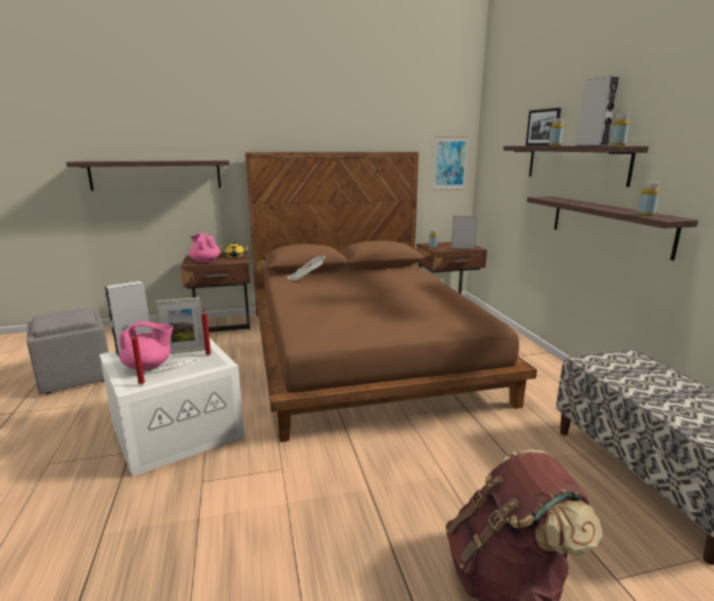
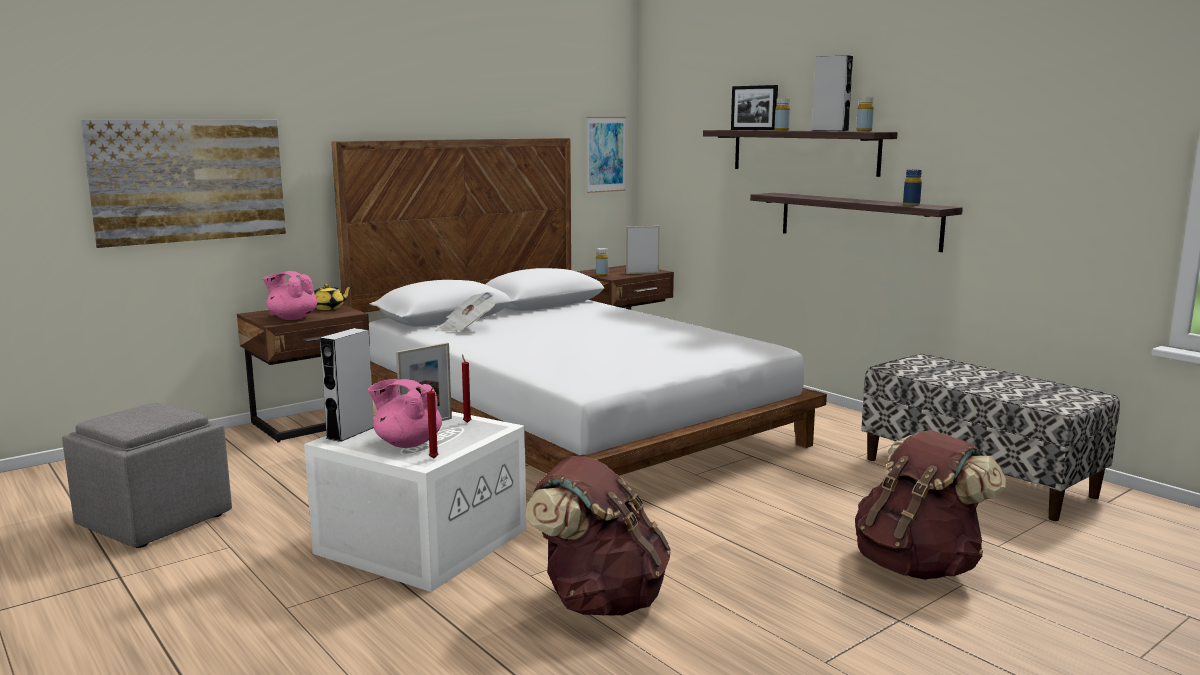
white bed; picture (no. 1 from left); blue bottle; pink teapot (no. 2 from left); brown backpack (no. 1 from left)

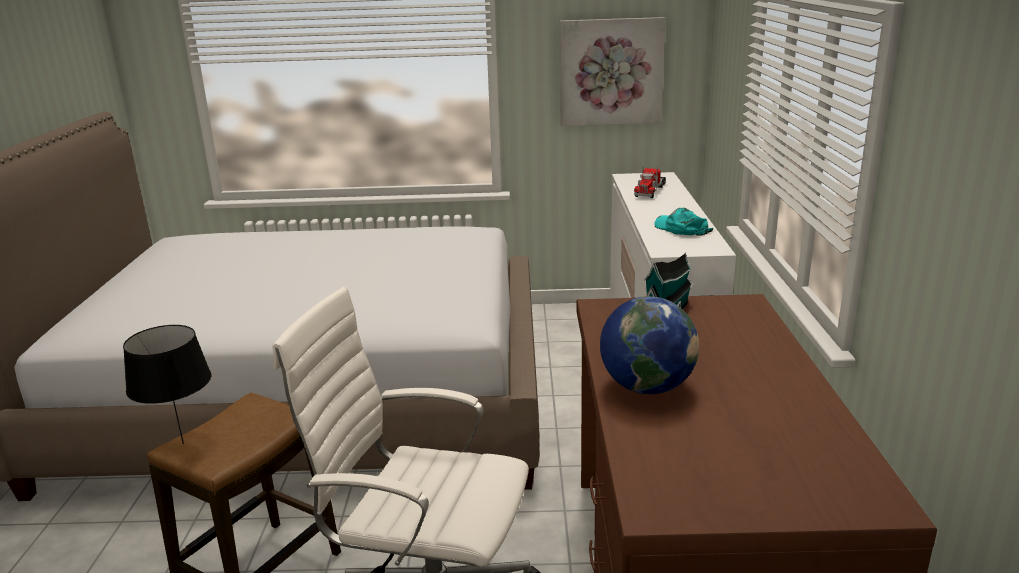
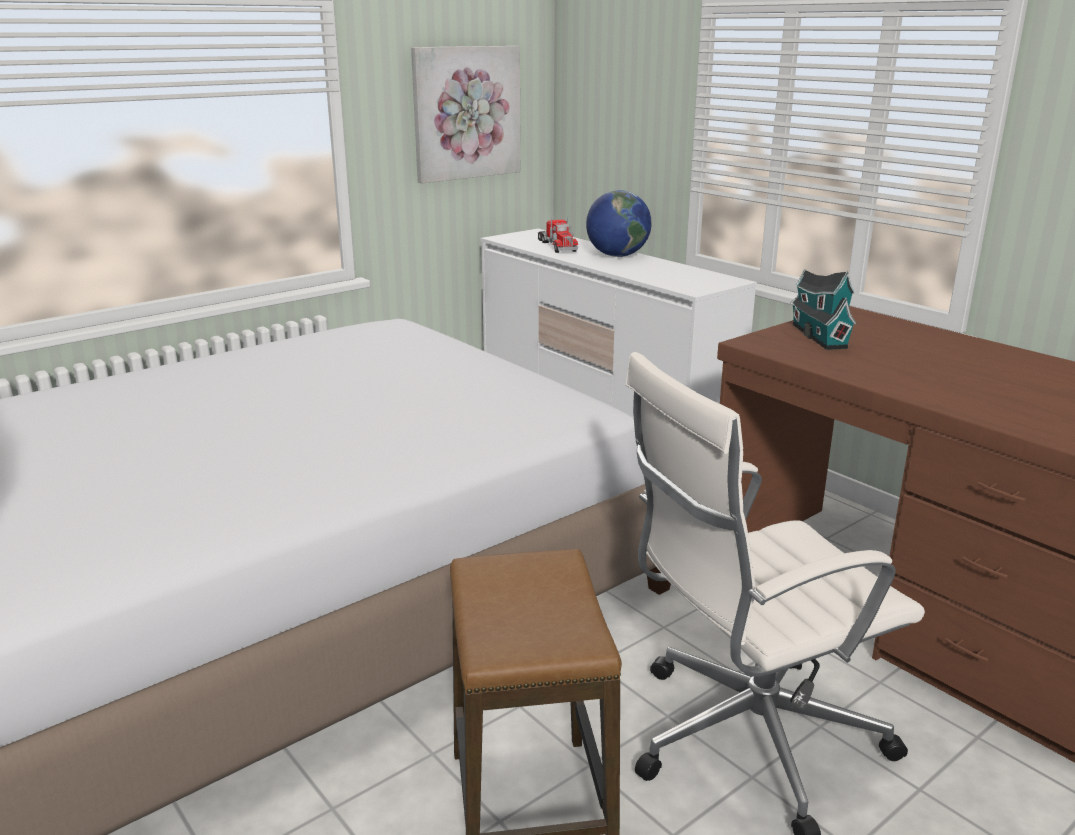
turquoise cap; globe; black table lamp

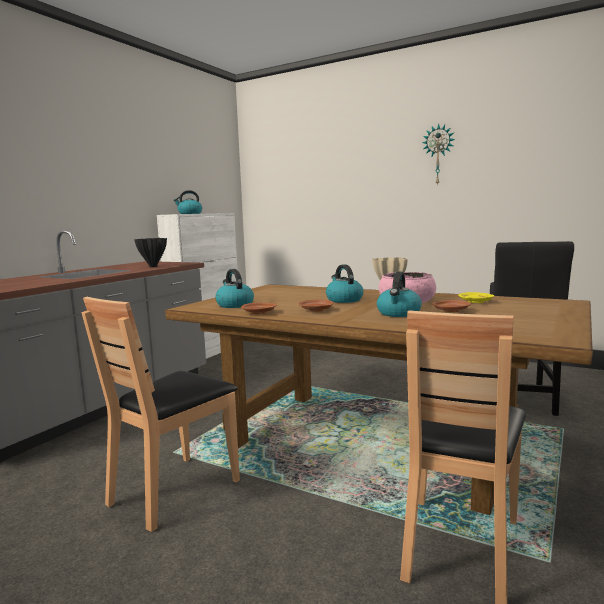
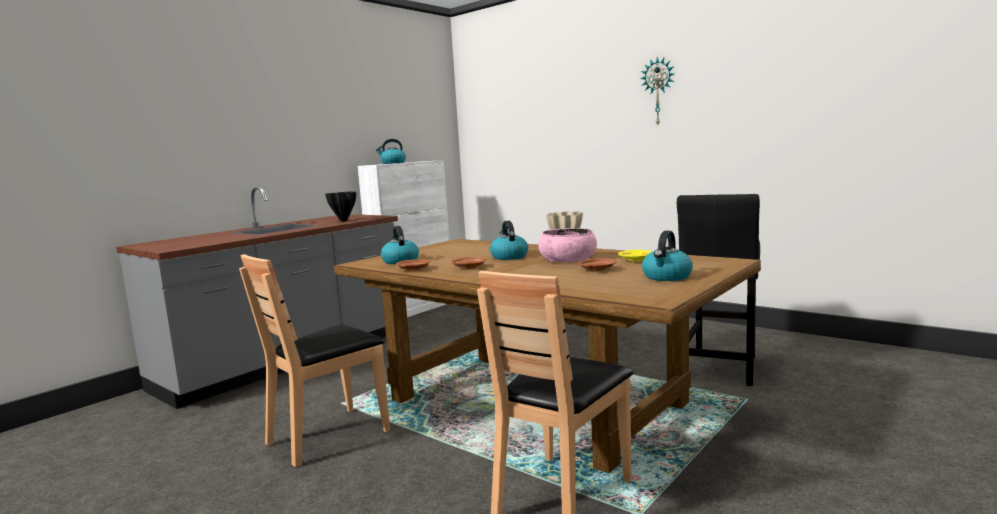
kettle (no. 4 from left)

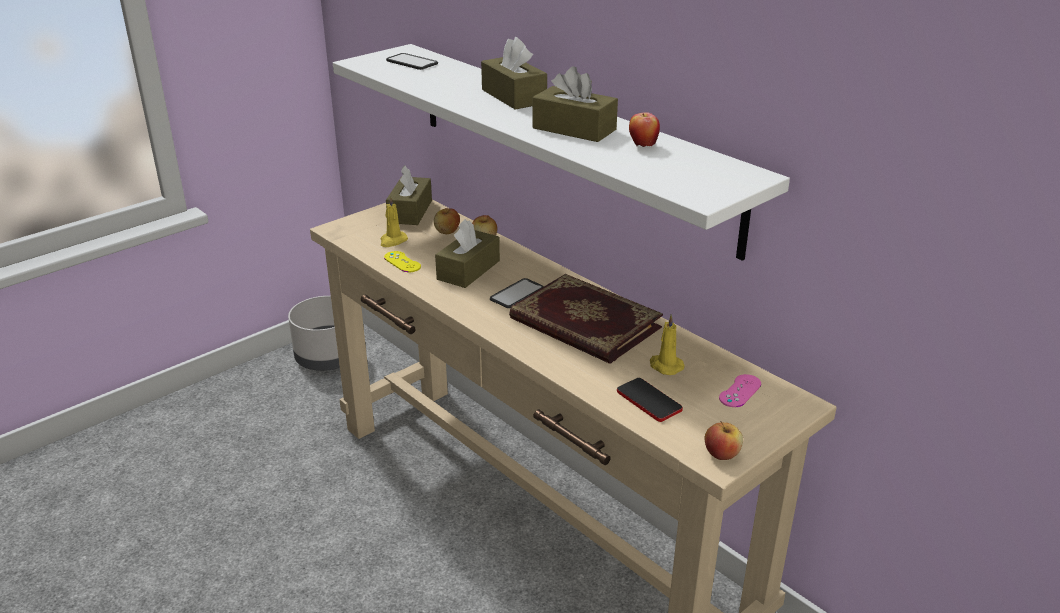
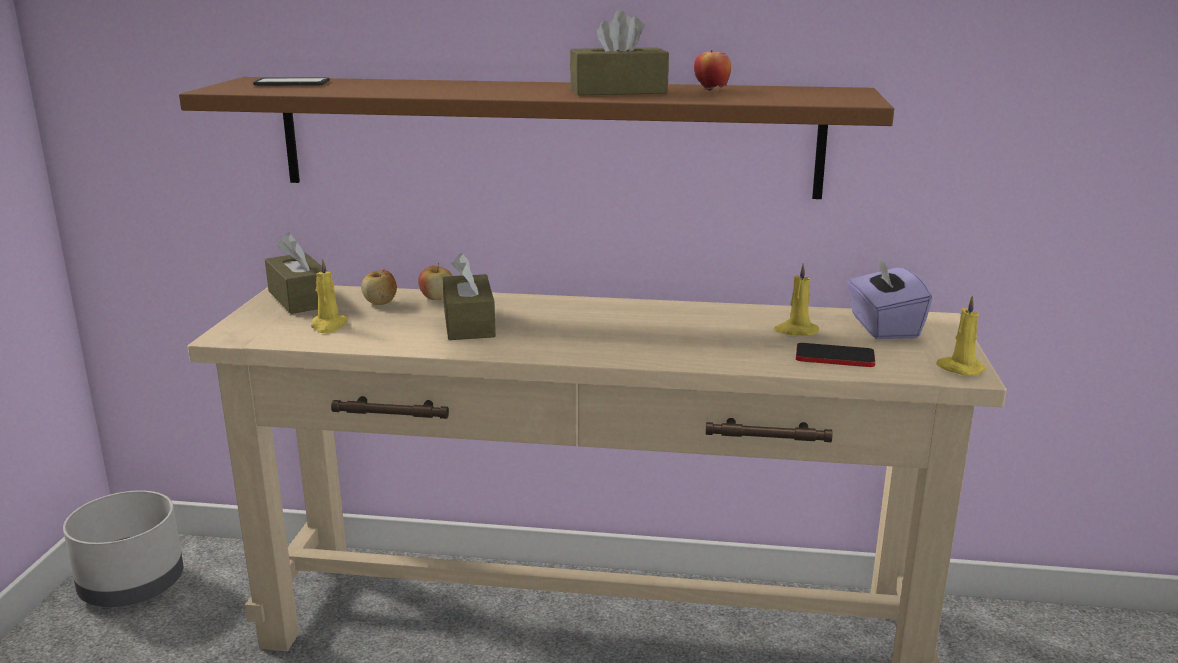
brown tissue box (no. 3 from left in the first image); brown shelf; yellow game controller; book; phone (no. 2 from left in the first image); purple tissue box; yellow candle (no. 3 from left)

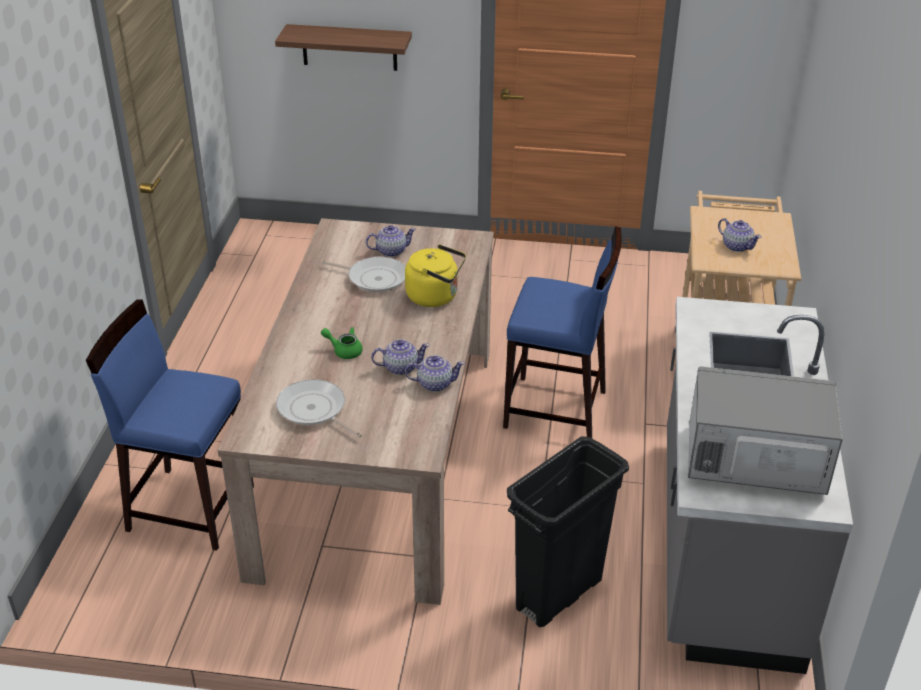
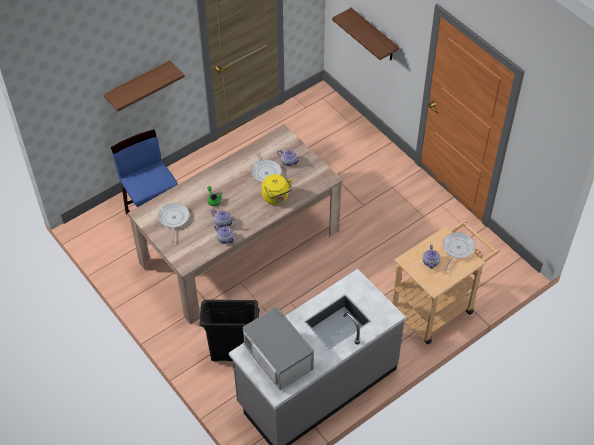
blue stool (no. 2 from left in the first image); shelf (no. 1 from left); frying pan (no. 3 from left)

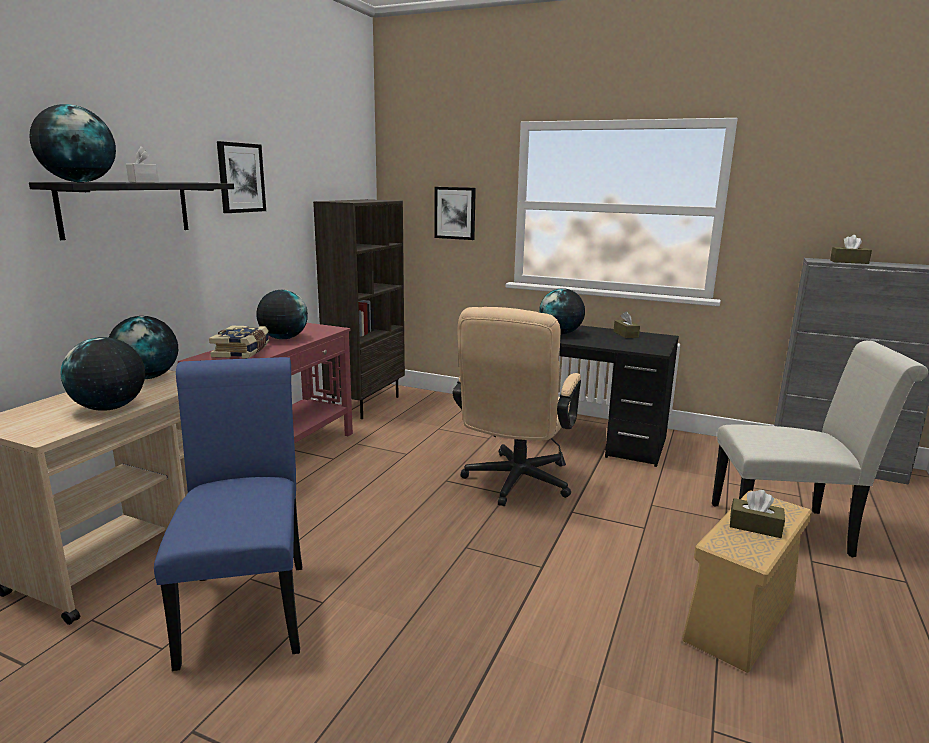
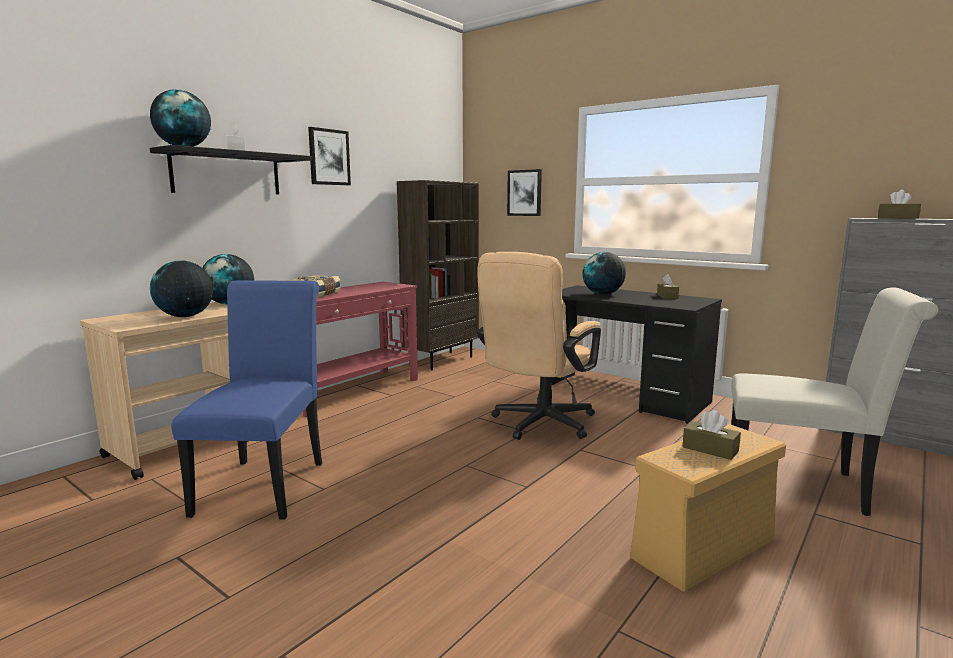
globe (no. 4 from left in the first image)

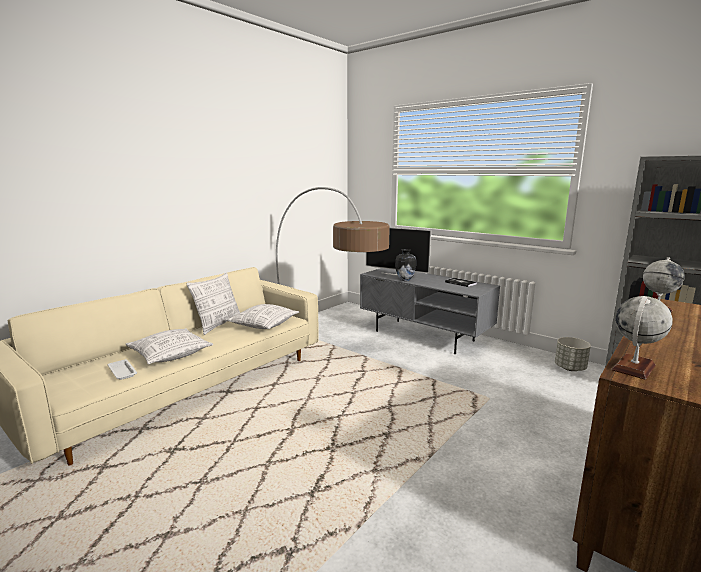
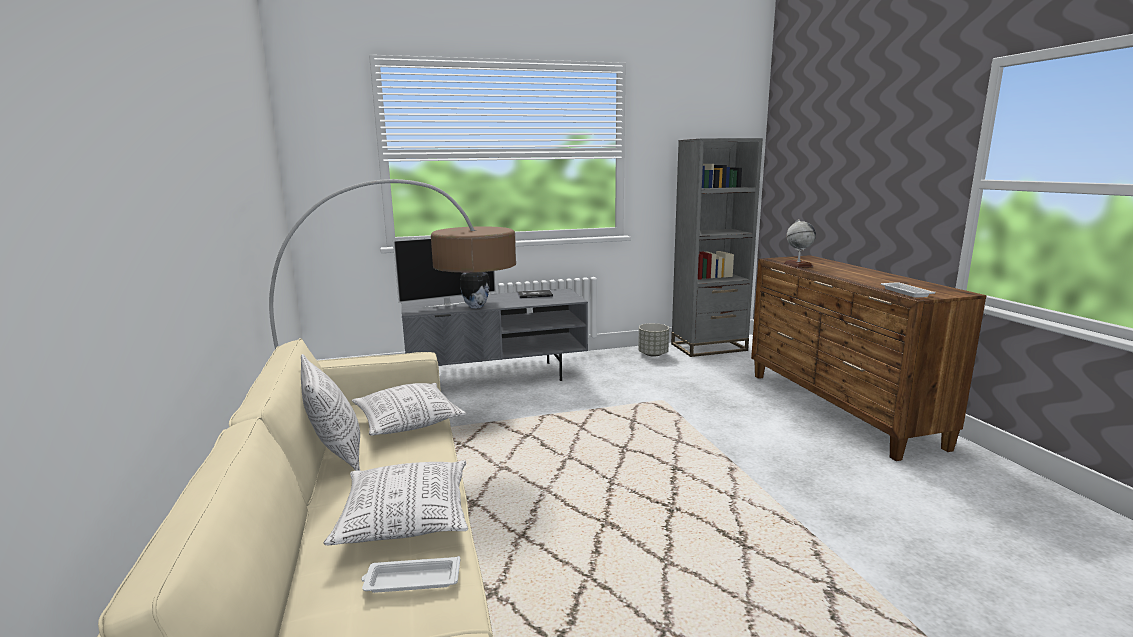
white tray (no. 2 from left)

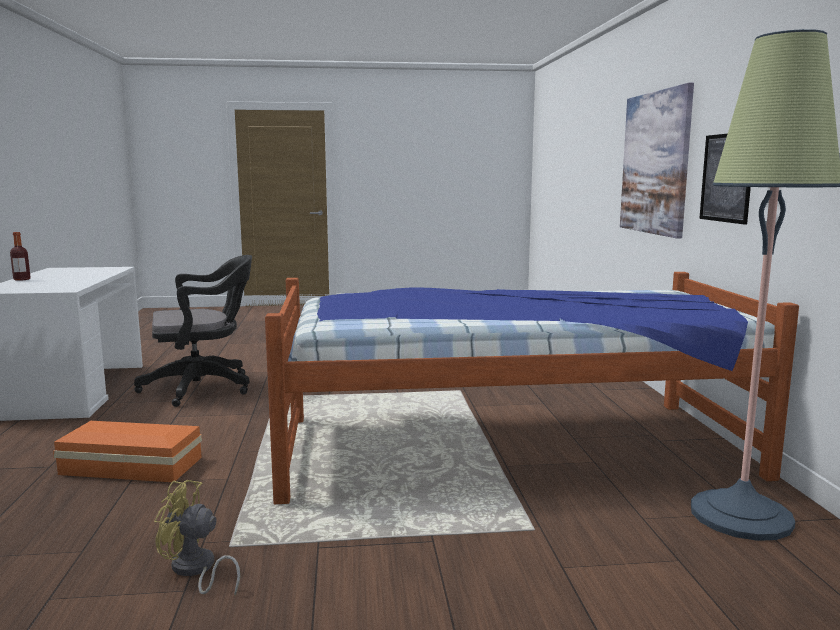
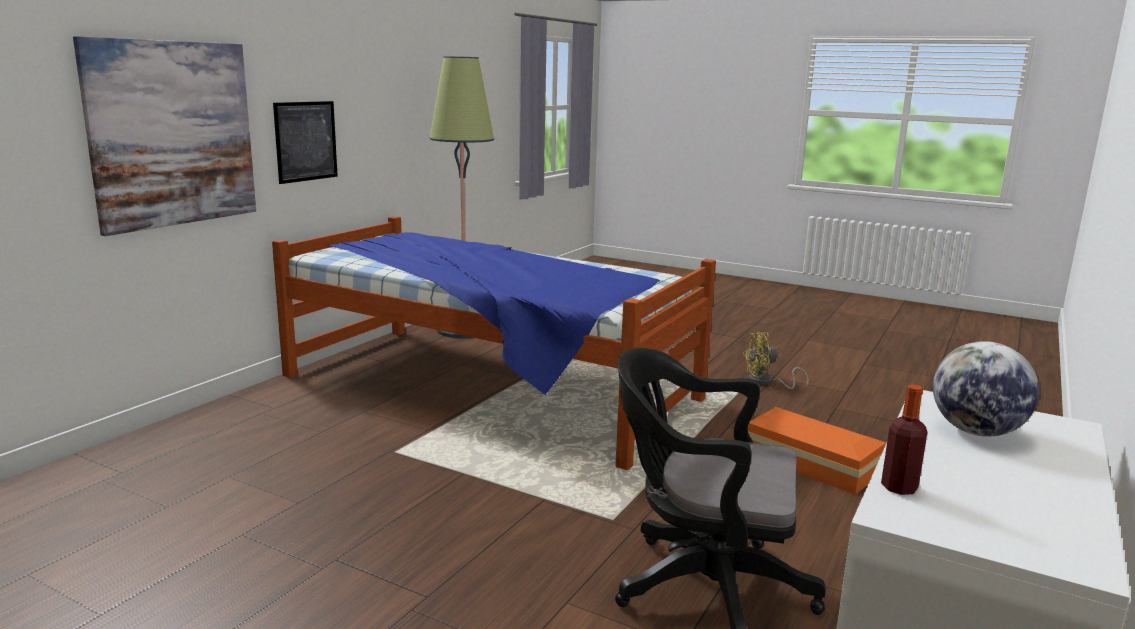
bottle; yellow fan; globe

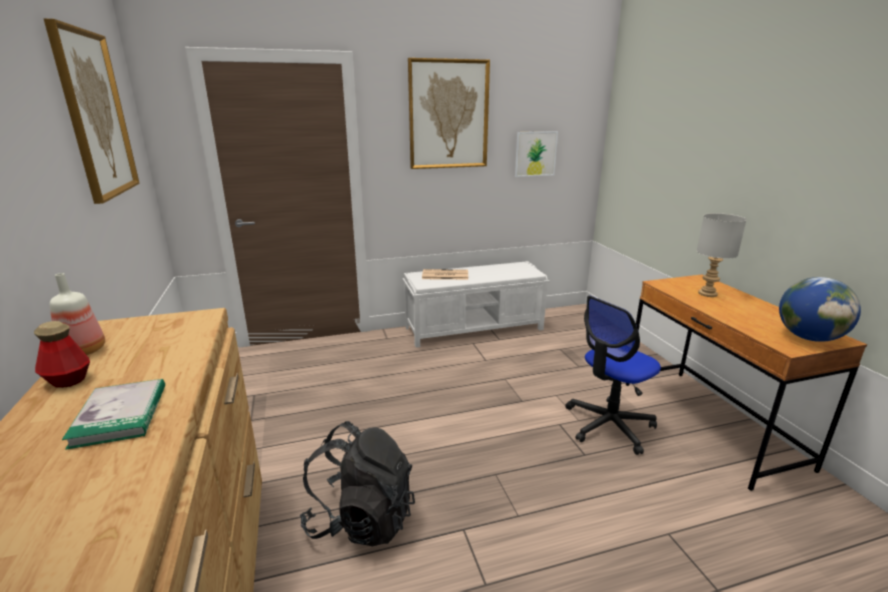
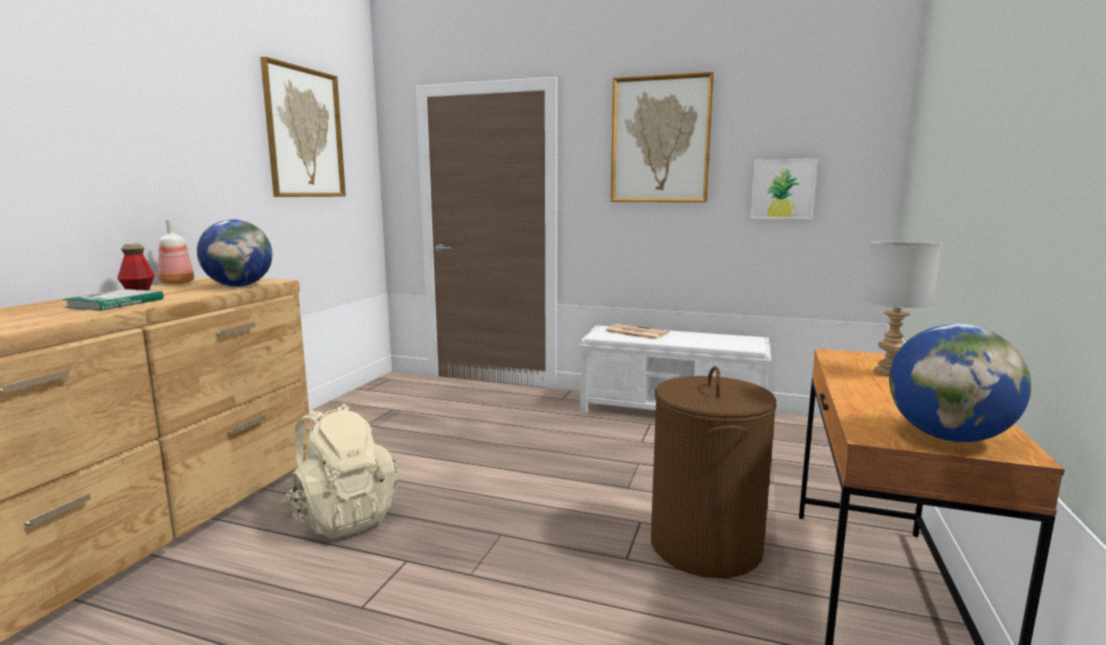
brown laundry basket; beige backpack; globe (no. 1 from left)

